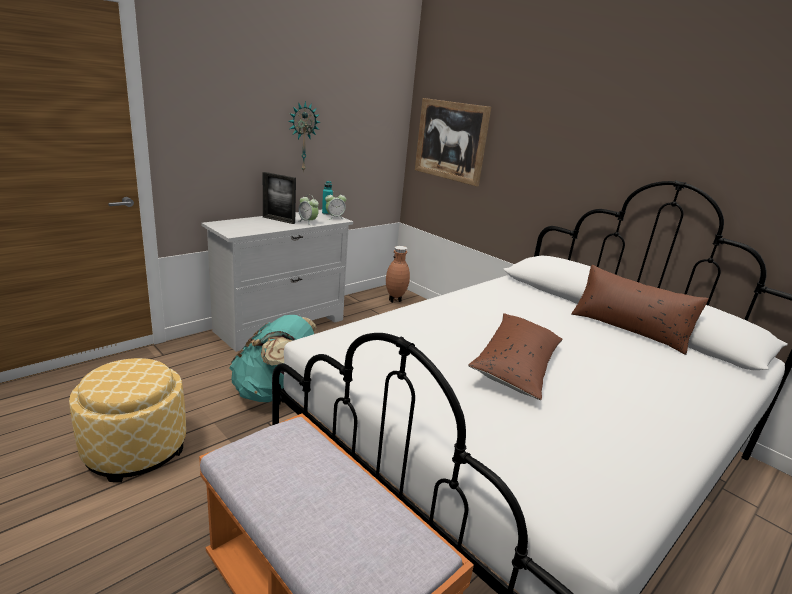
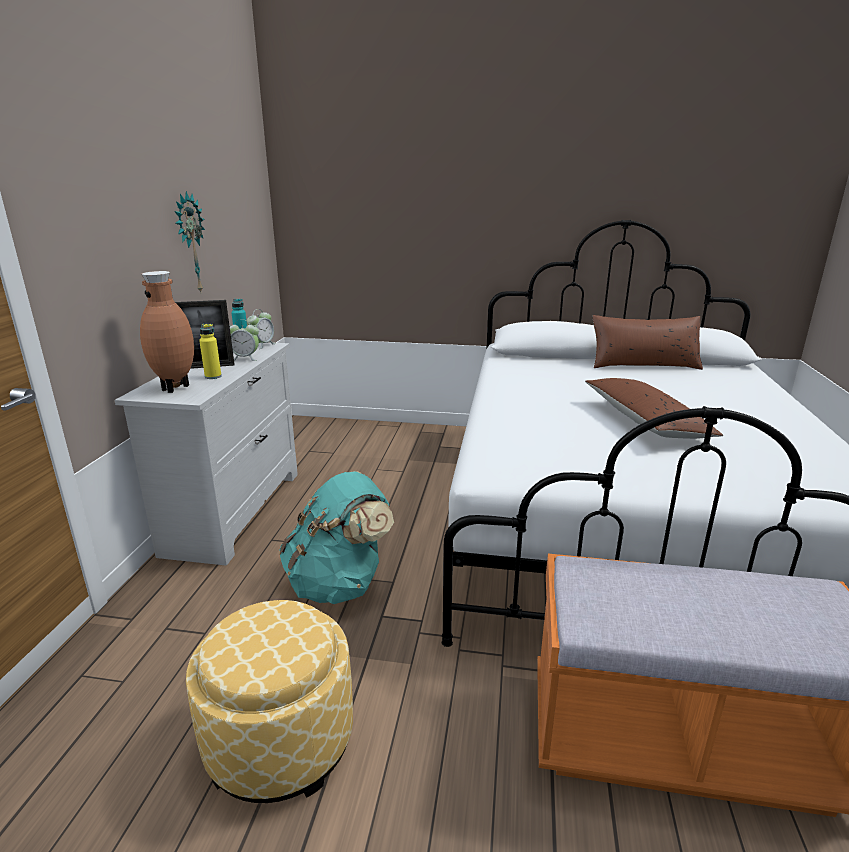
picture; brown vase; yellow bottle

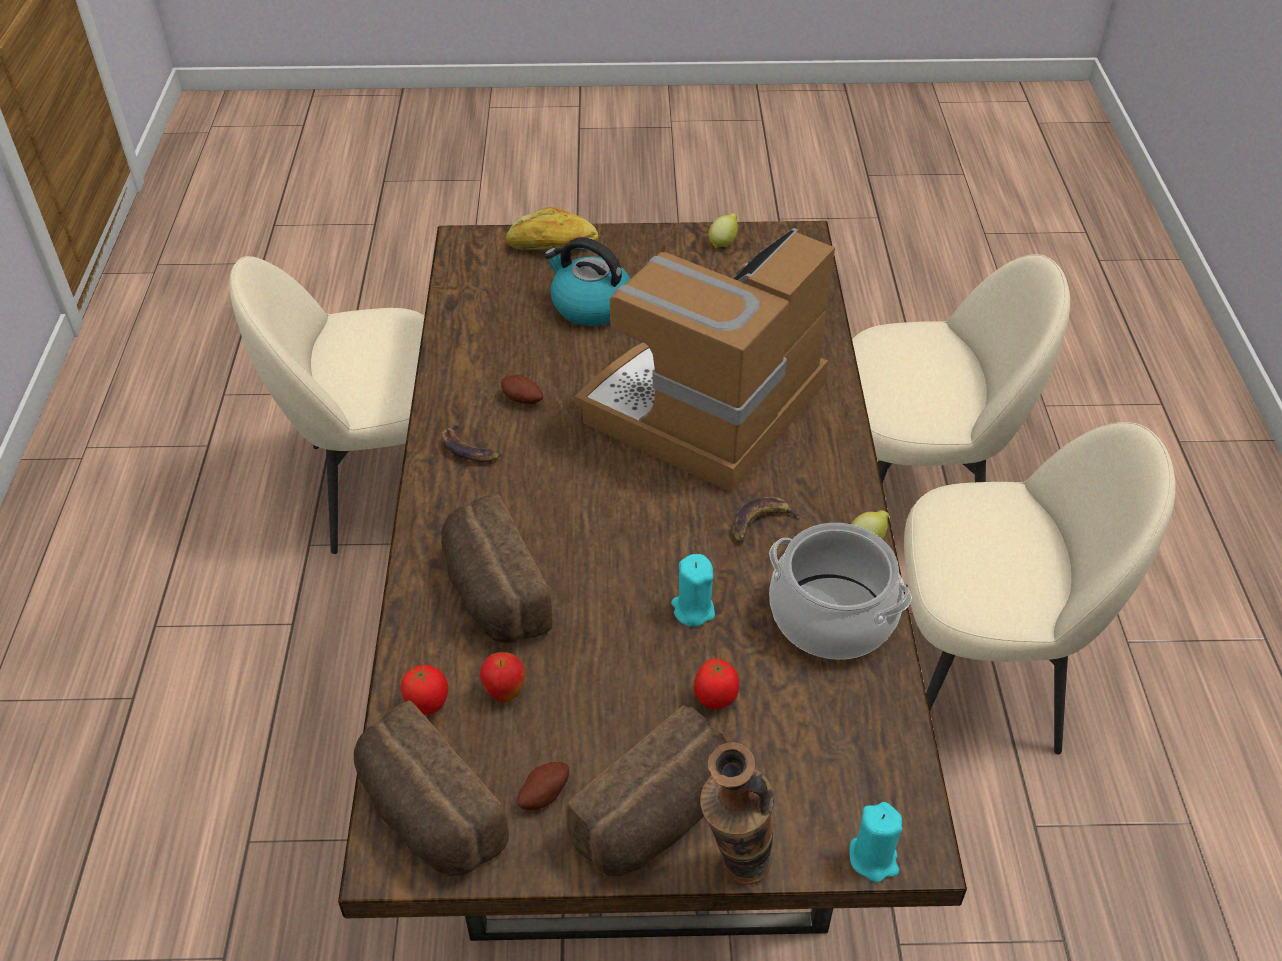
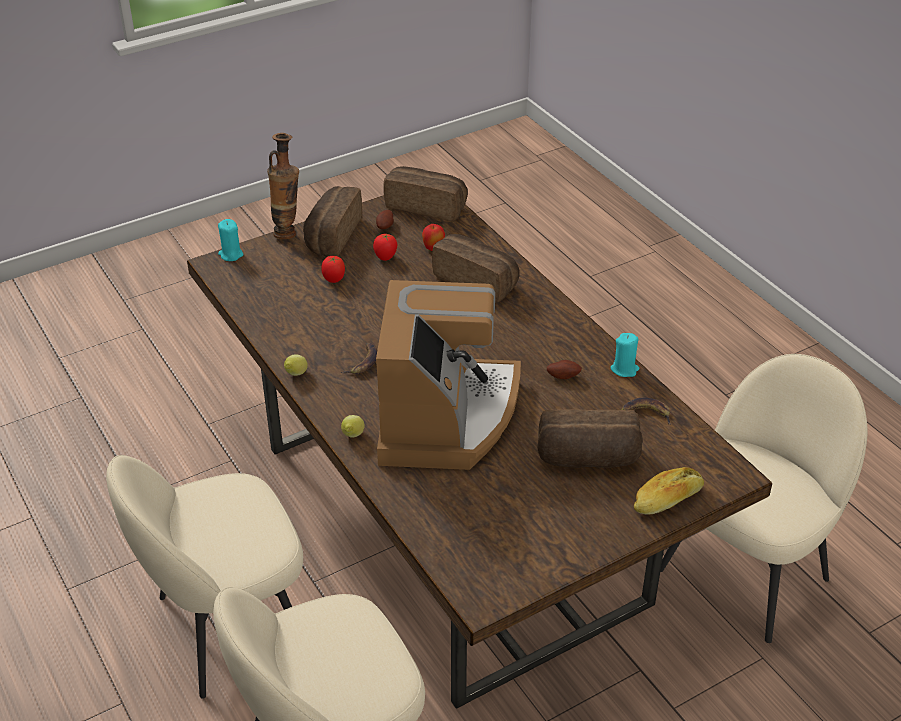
lemon (no. 2 from left); bread (no. 4 from left); banana (no. 2 from left); cooking pot; turquoise candle (no. 2 from left); tomato (no. 2 from left)

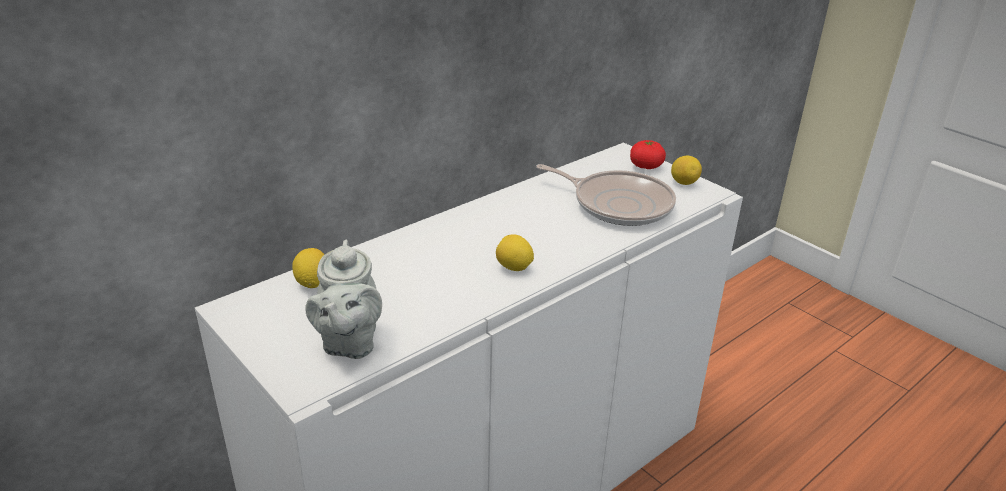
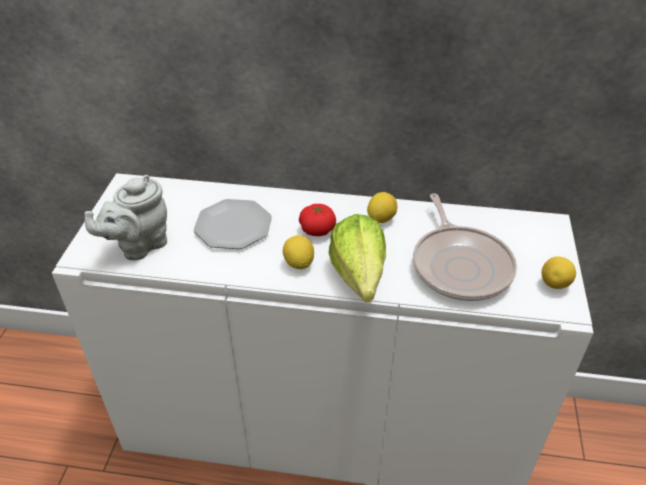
tomato; lemon (no. 2 from left); plate; lettuce

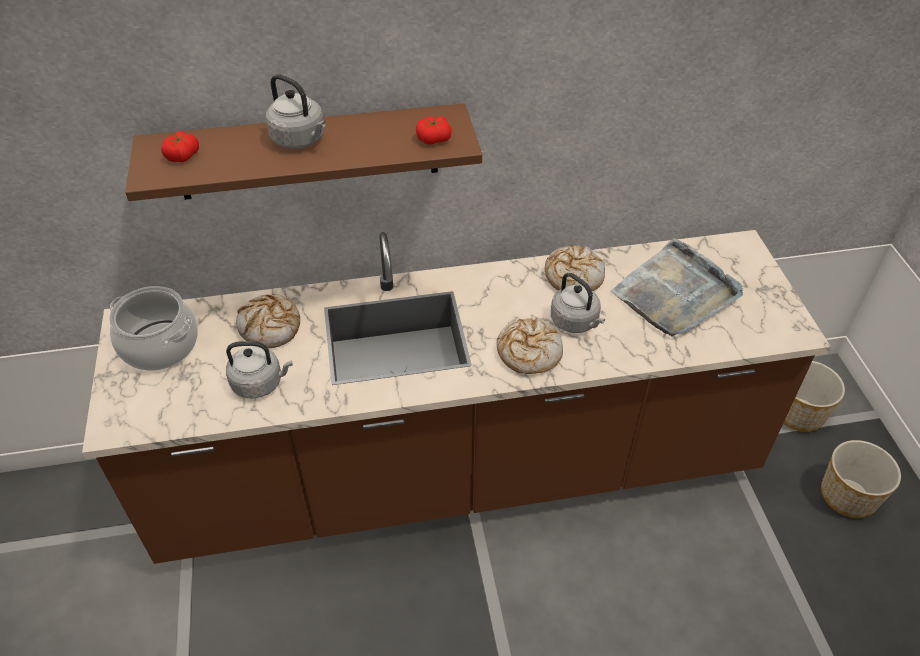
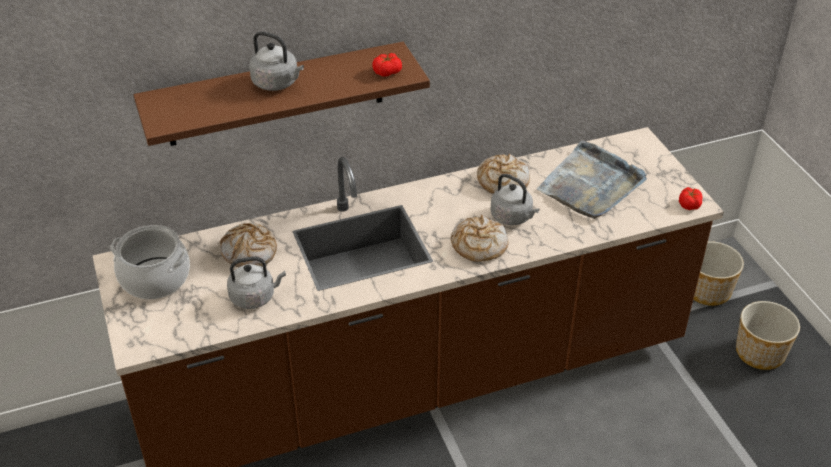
tomato (no. 2 from left)

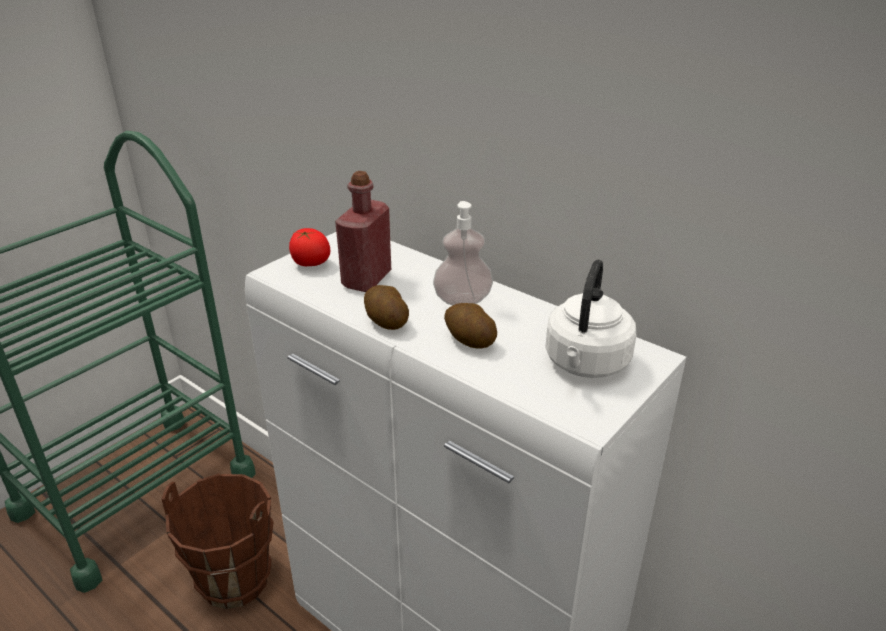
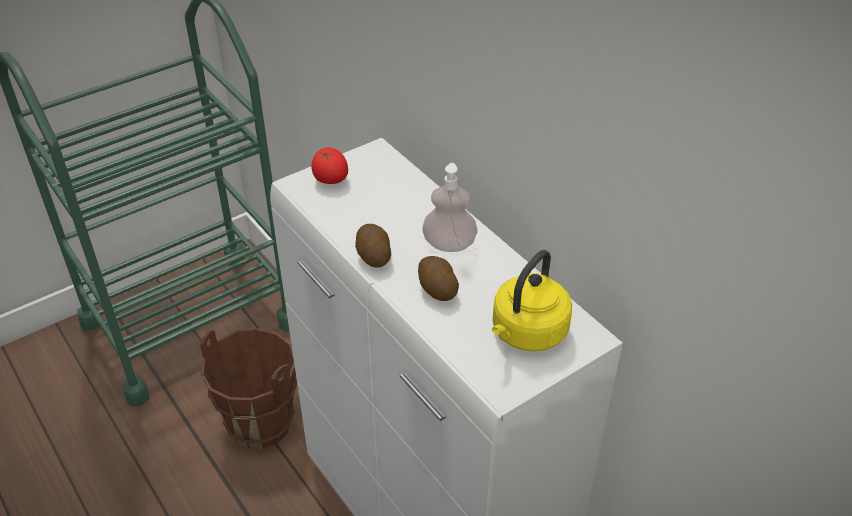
red bottle; yellow kettle

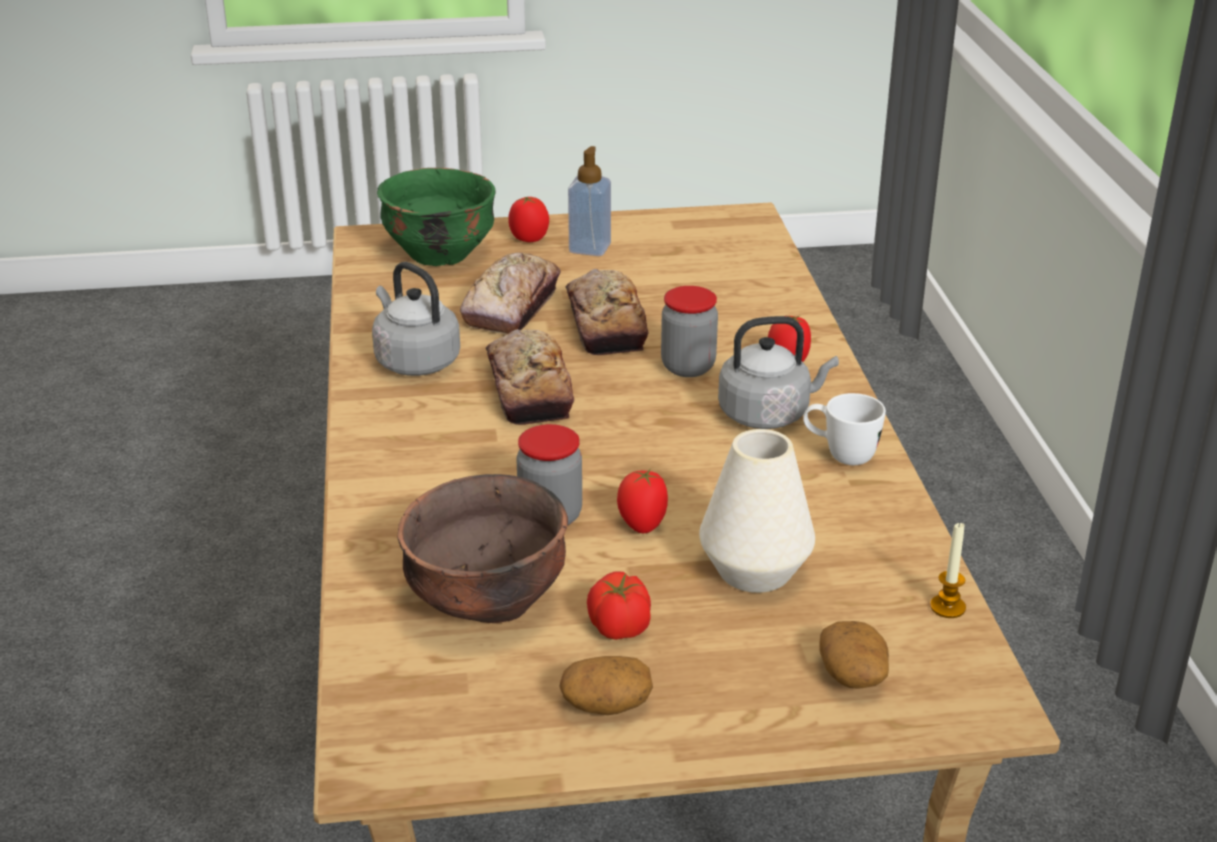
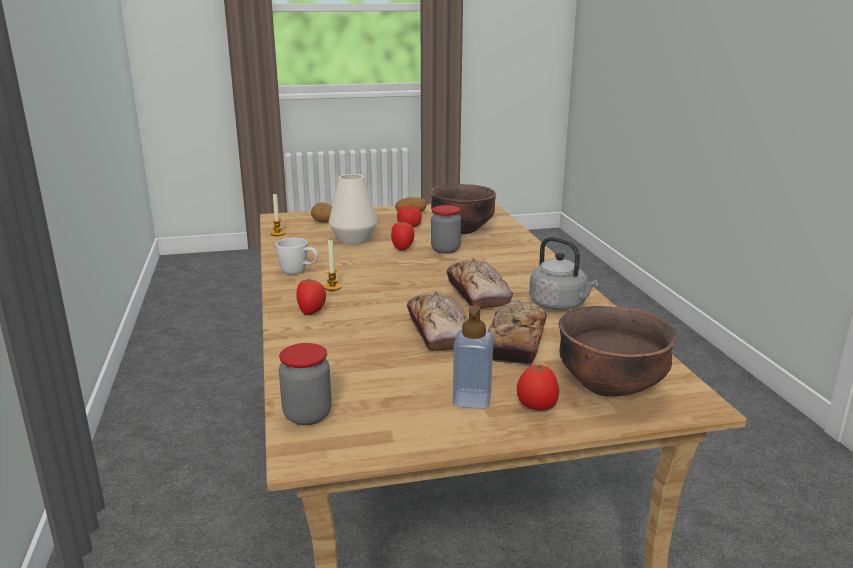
brown bowl (no. 2 from left); jar (no. 1 from left); candle (no. 2 from left)

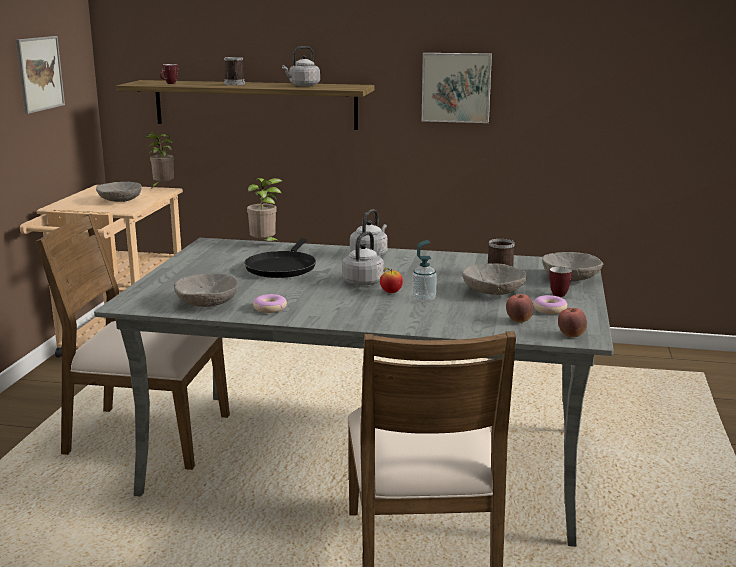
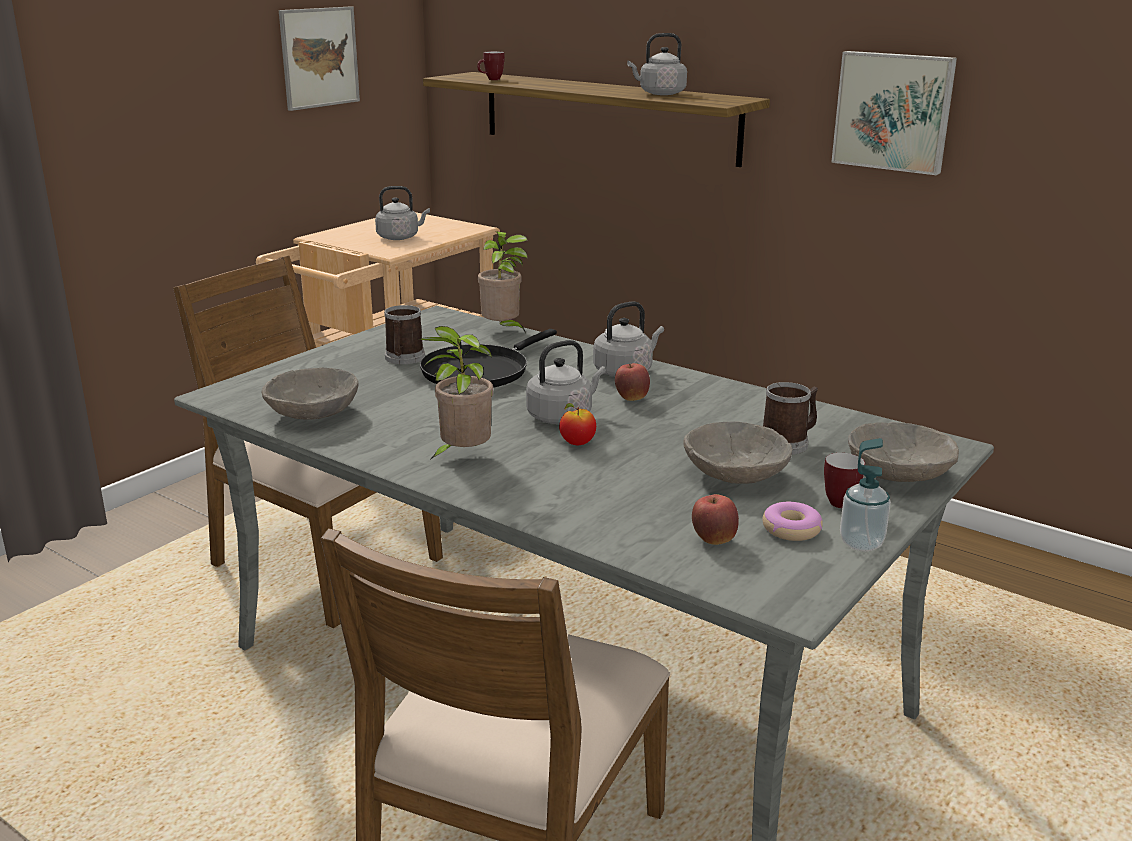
mug (no. 1 from left); potted plant (no. 1 from left); grey kettle (no. 1 from left); soap dispenser; donut (no. 1 from left in the first image); apple (no. 2 from left)

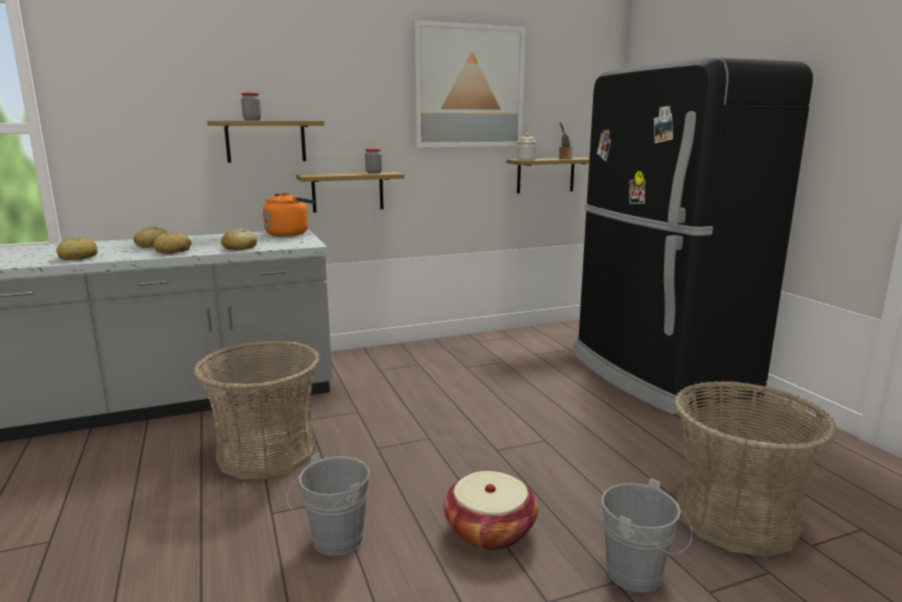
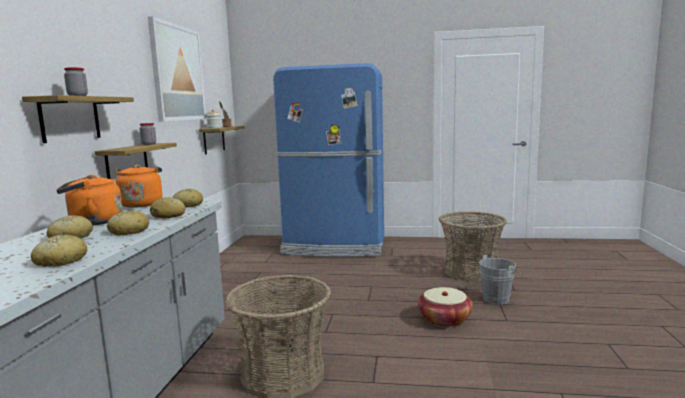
blue fridge; grey bucket (no. 1 from left in the first image); orange kettle (no. 1 from left); bread (no. 5 from left)

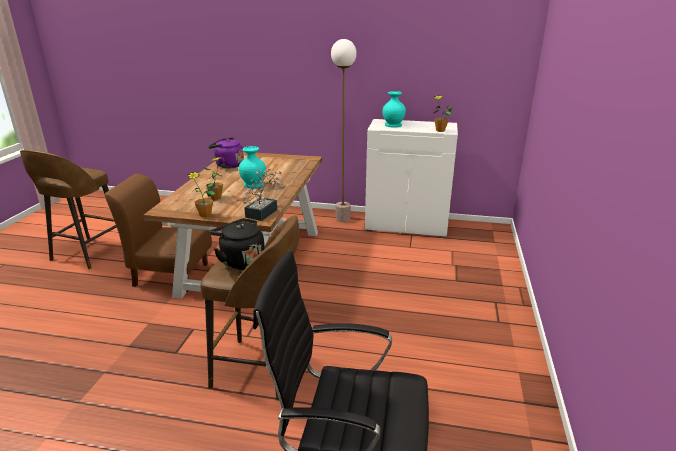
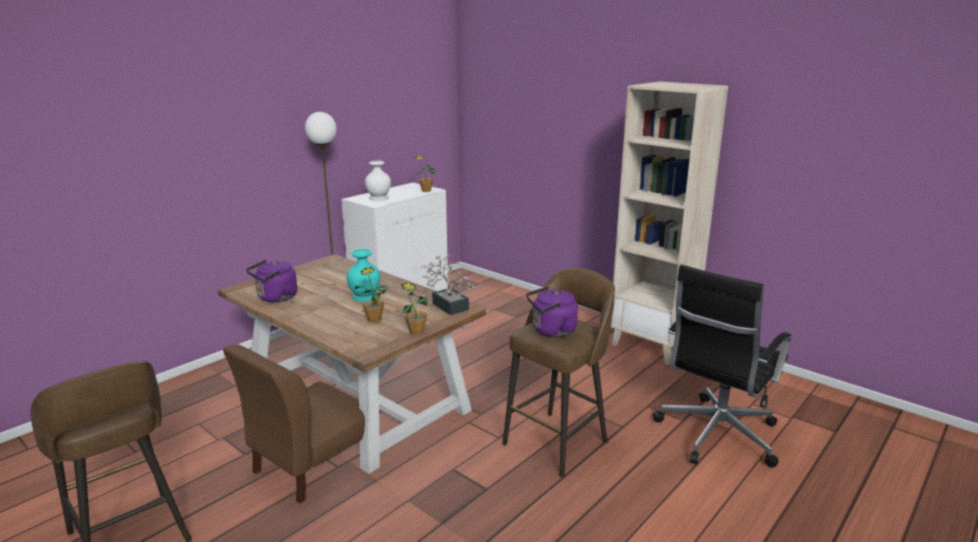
white vase; purple kettle (no. 2 from left); beige bookcase

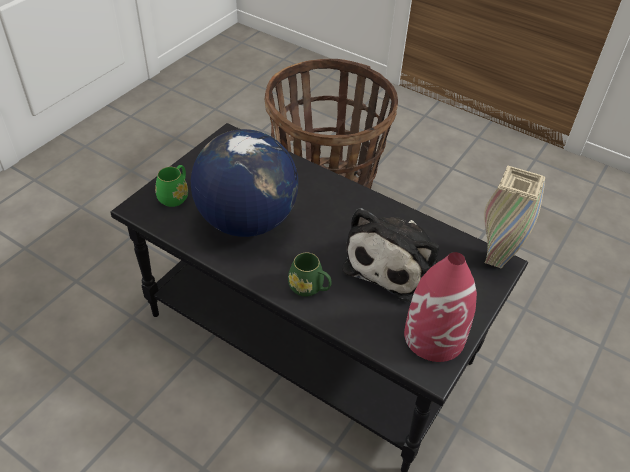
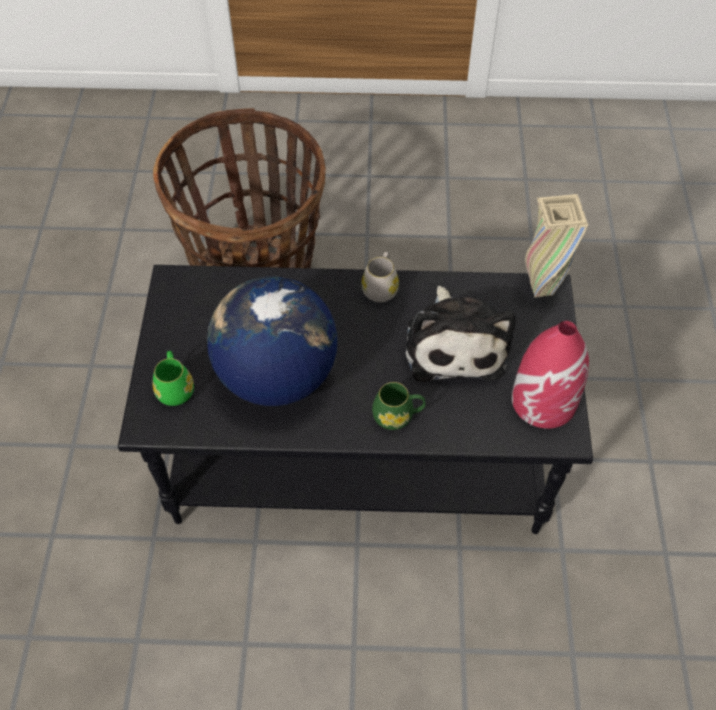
white mug

